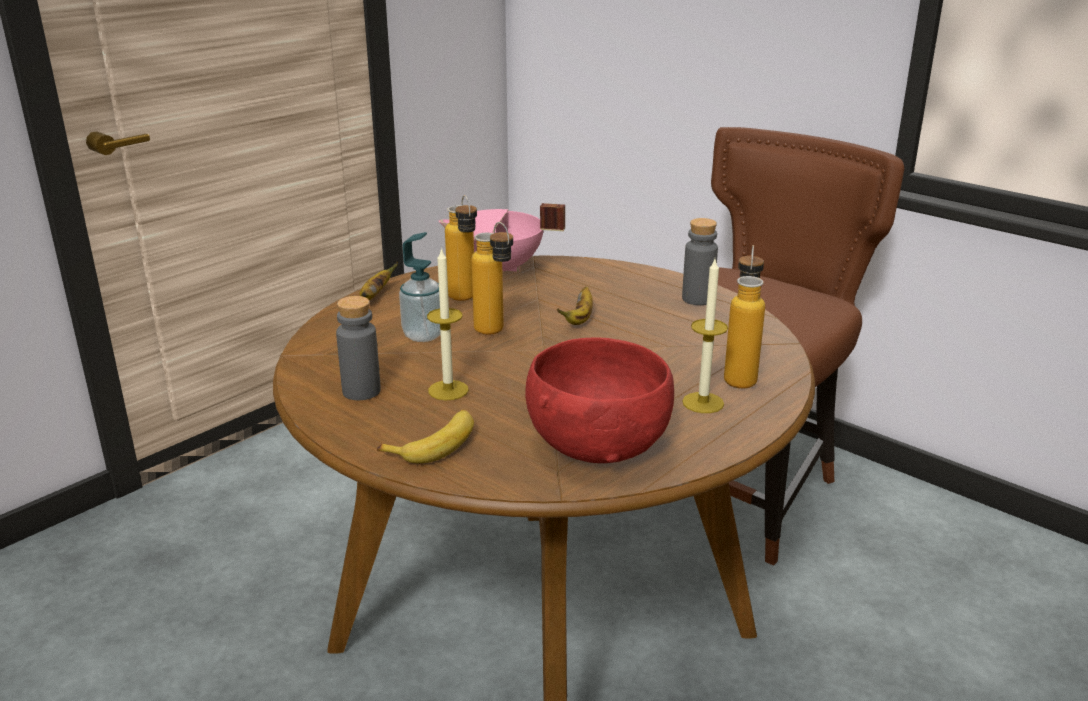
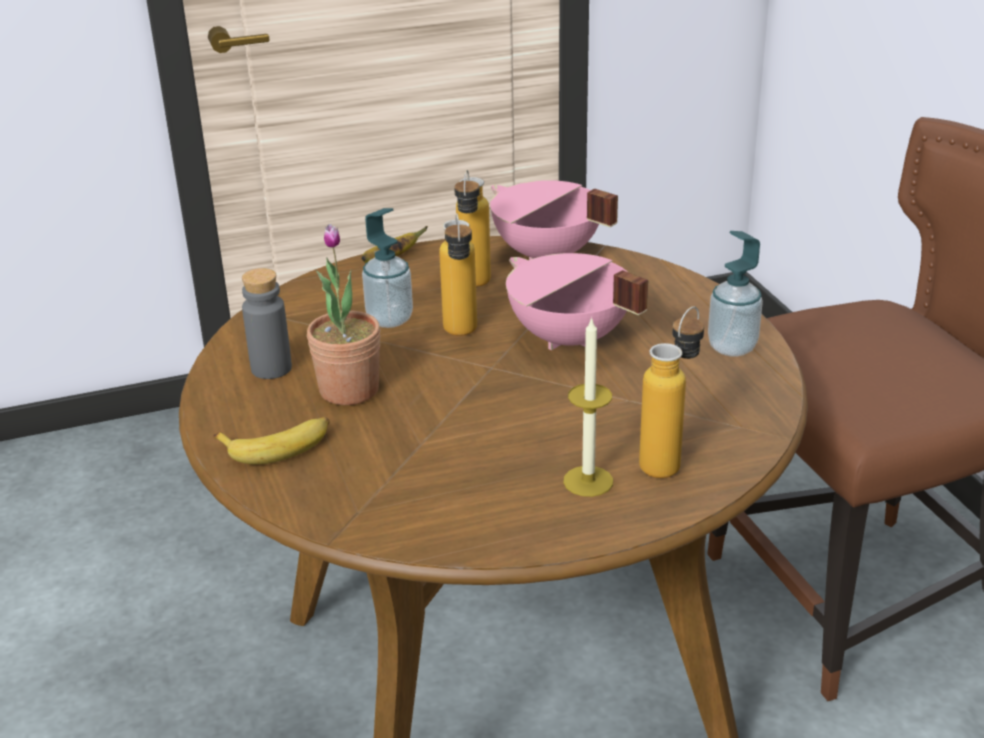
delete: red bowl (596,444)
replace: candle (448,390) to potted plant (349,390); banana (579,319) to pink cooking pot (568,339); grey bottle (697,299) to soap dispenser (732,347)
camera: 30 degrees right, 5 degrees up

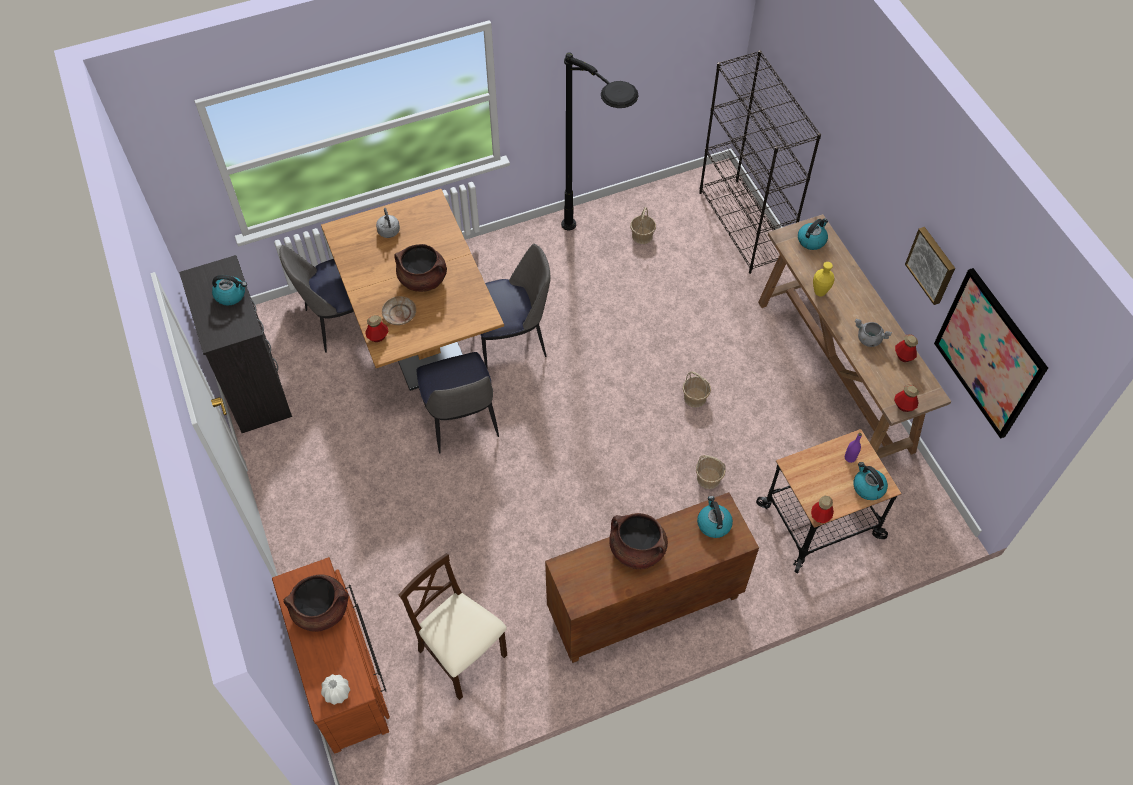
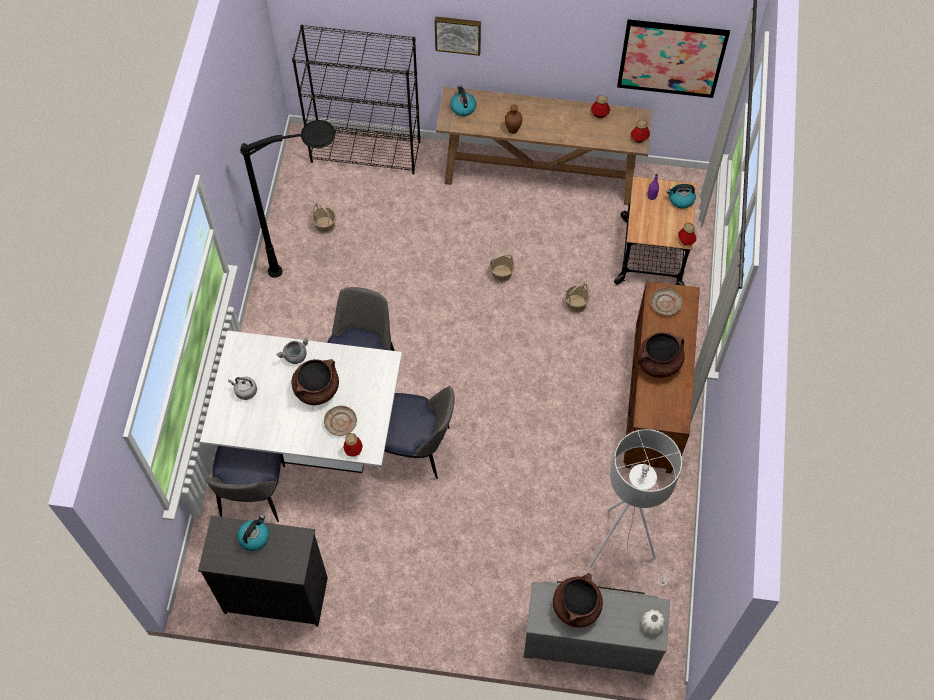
move: grey cooking pot (868,339) to (295,356); picture (932,265) to (458,34)
replace: beige chair (462,655) to white floor lamp (623,546); kettle (713,524) to beige plate (665,304)
recolor: brown dining table (421,337) to white dining table (313,438); yellow vase (819,292) to brown vase (513,130); brown dresser (344,672) to grey dresser (590,638)
camera: 60 degrees left, 5 degrees up

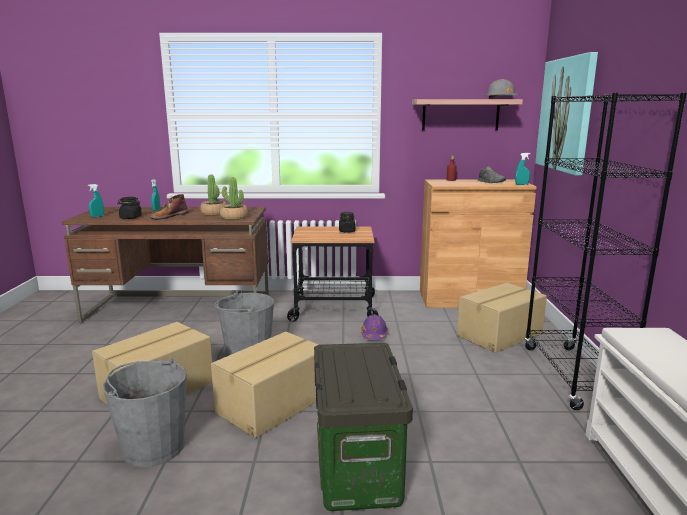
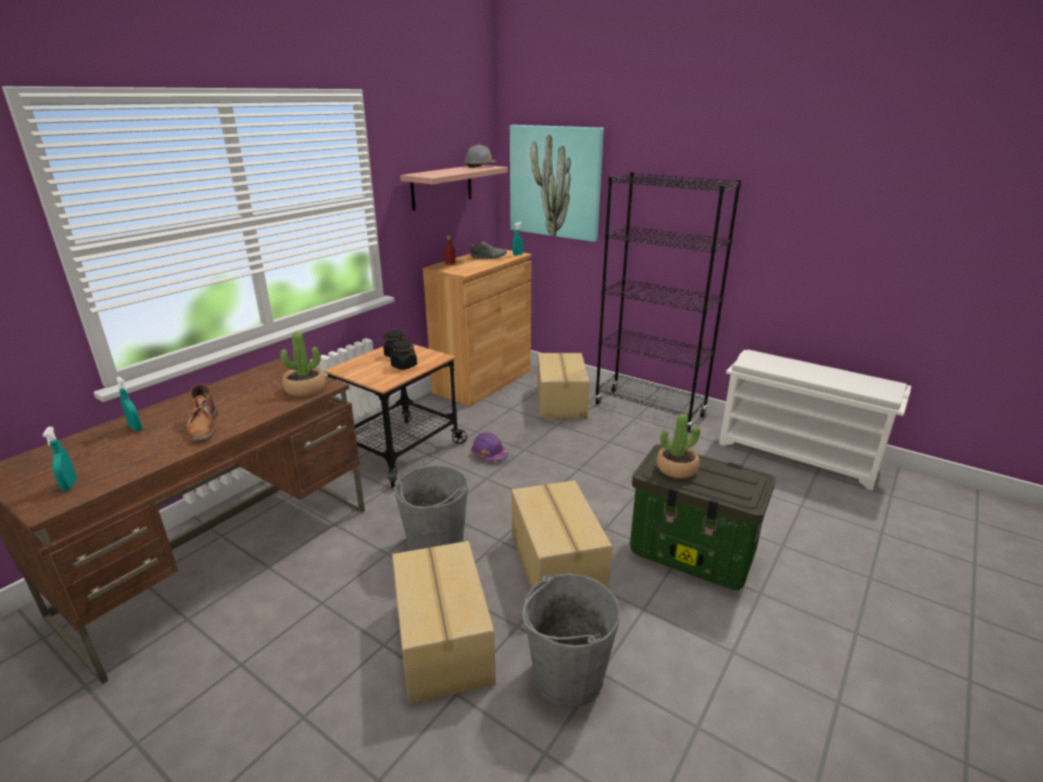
move: black jar (130,217) to (404,366); potted plant (214,213) to (676,468)
camera: 55 degrees left, 10 degrees up

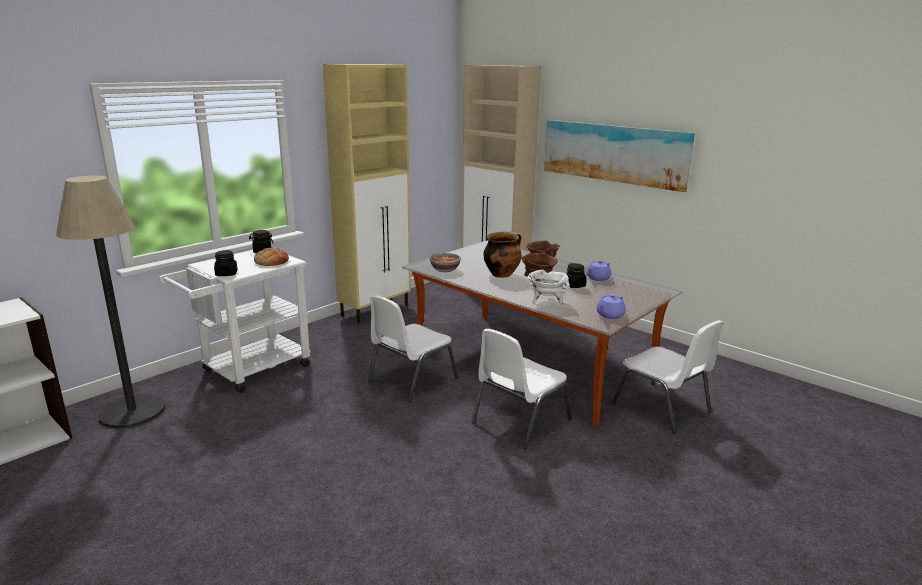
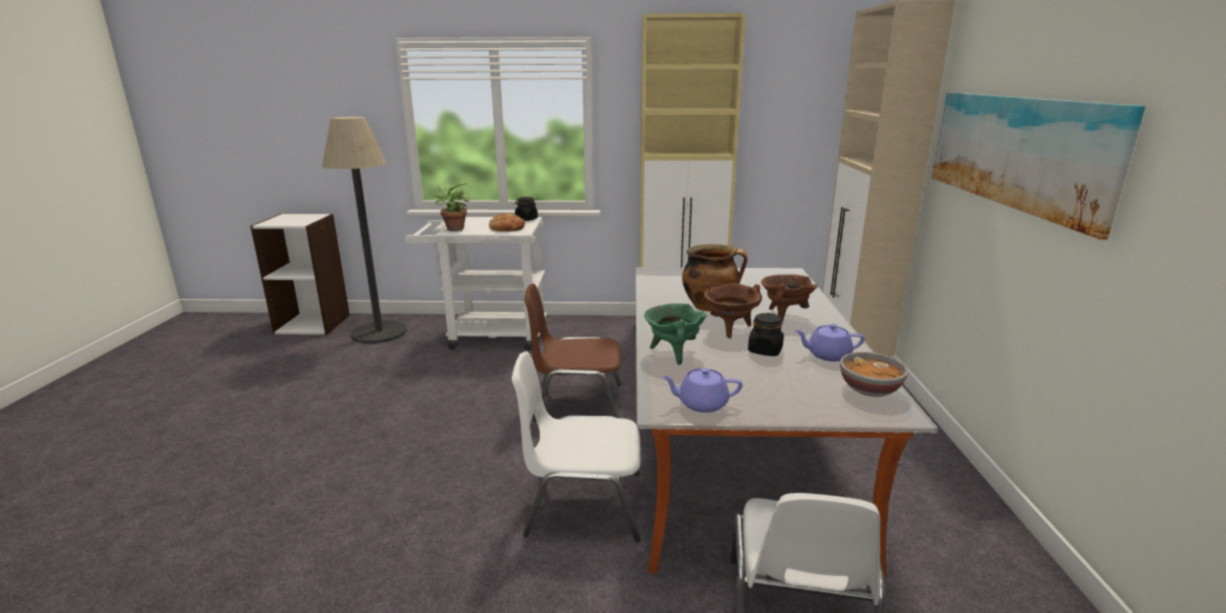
move: bowl (445,270) to (869,389)
replace: black jar (226,274) to potted plant (453,229)
recolor: white chair (411,380) to brown chair (577,403); white cooking pot (546,301) to green cooking pot (673,353)
camera: 50 degrees right, 0 degrees up

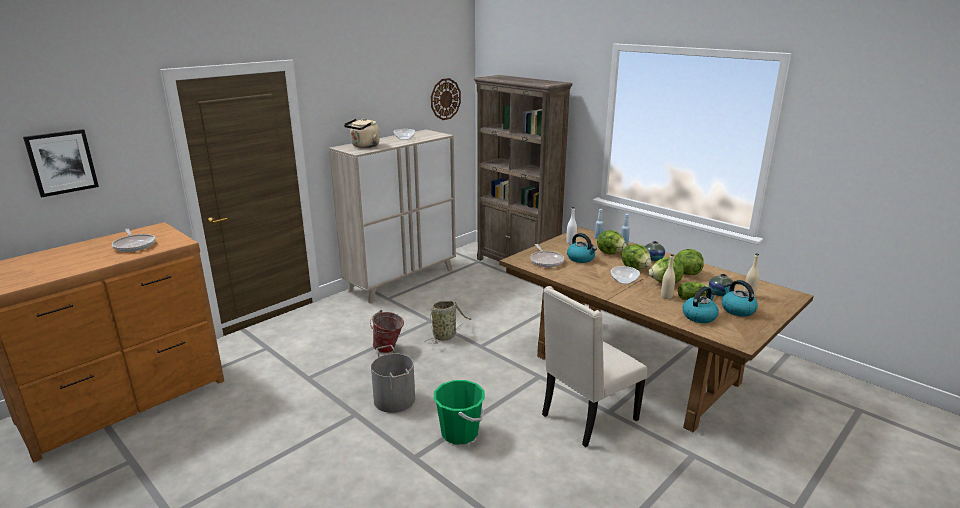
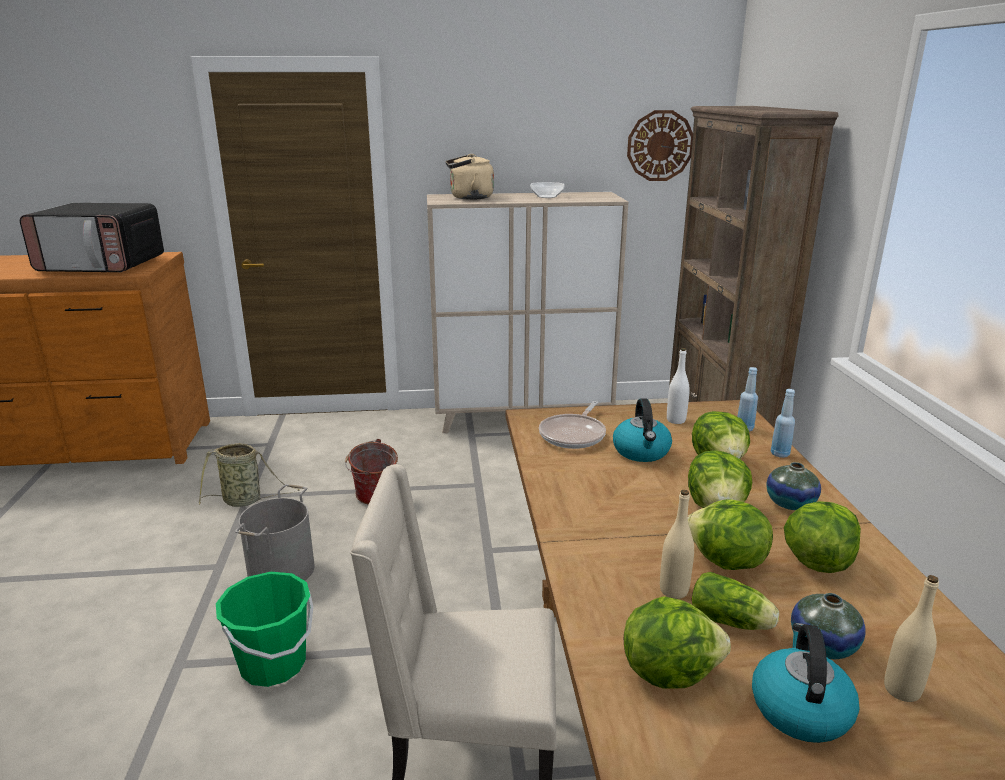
delete: picture (61,162); bowl (624,281)
move: basket (446,336) to (245,500)
replace: frying pan (134,245) to microwave (103,265); kettle (699,316) to lettuce (668,671)
camera: 40 degrees right, 0 degrees up

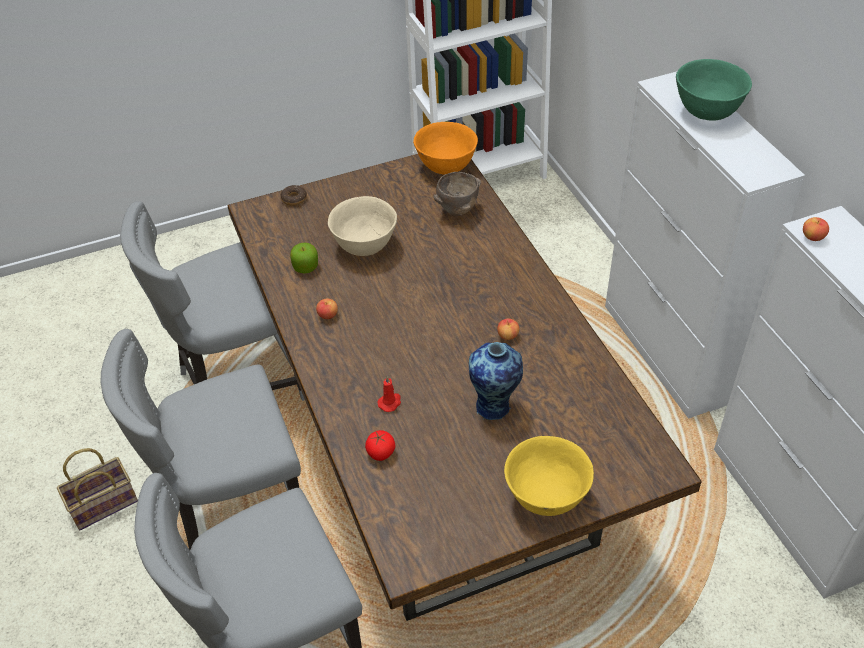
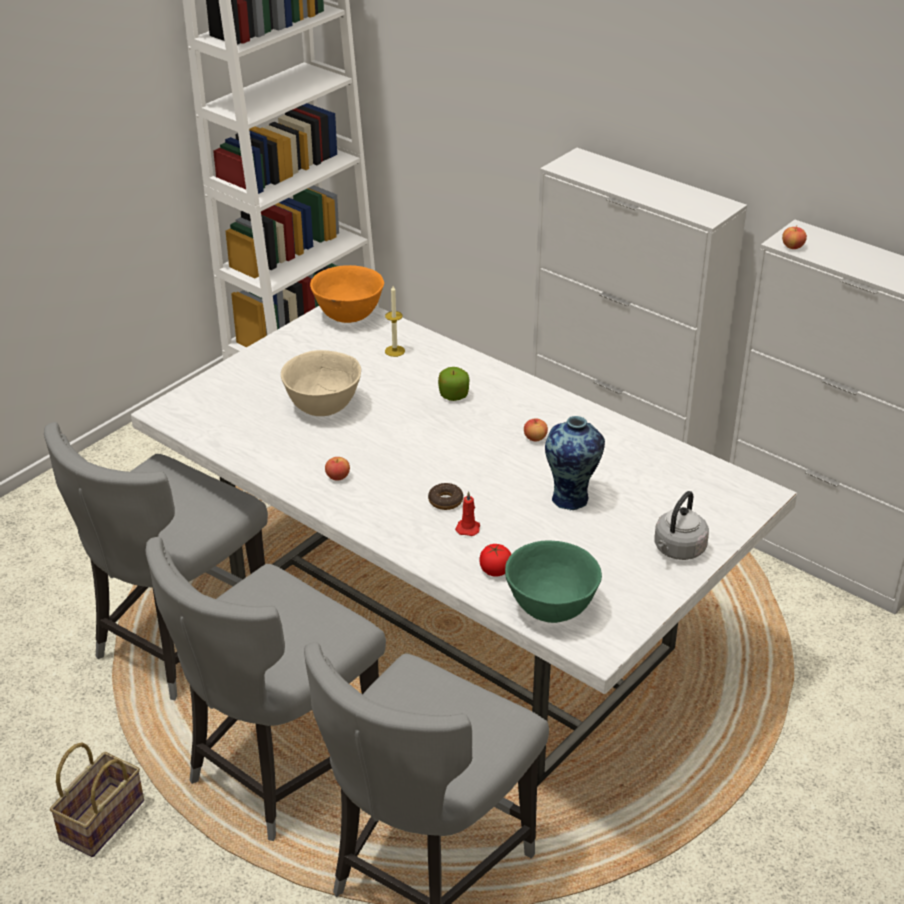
move: donut (294,199) to (445,501); apple (306,267) to (453,395); green bowl (706,112) to (550,608)
replace: brown bowl (457,211) to candle (394,351); yellow bowl (546,497) to grey kettle (678,550)
recolor: brown dining table (437,450) to white dining table (453,626)
camera: 30 degrees left, 10 degrees down

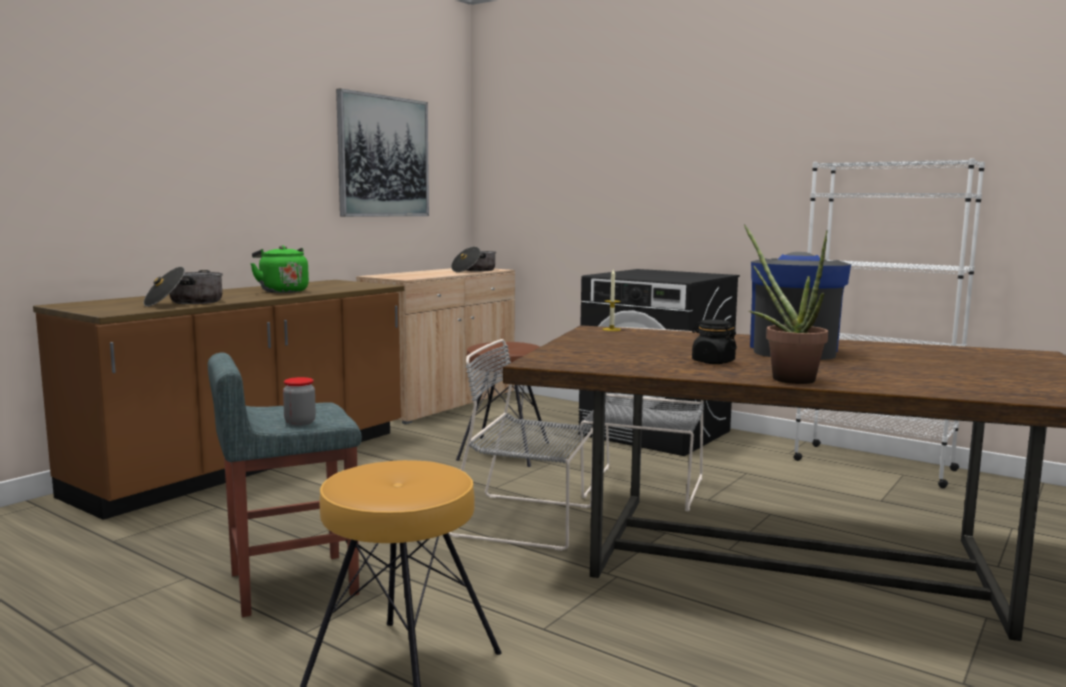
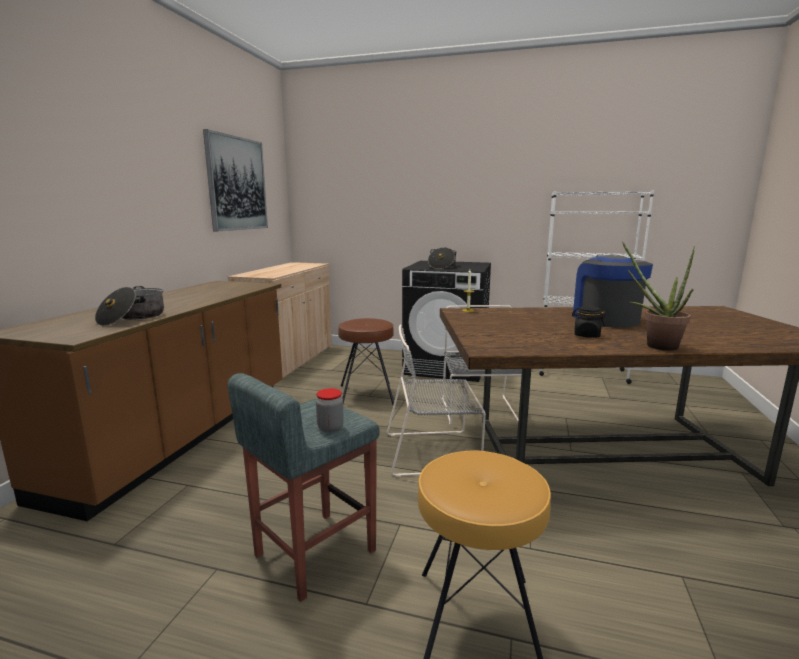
delete: green kettle (282,291)
move: cooking pot (474,270) to (442,266)
camera: 20 degrees left, 5 degrees up

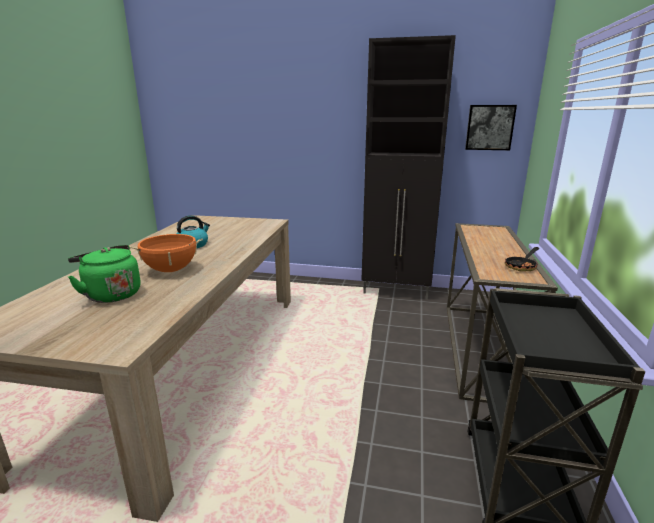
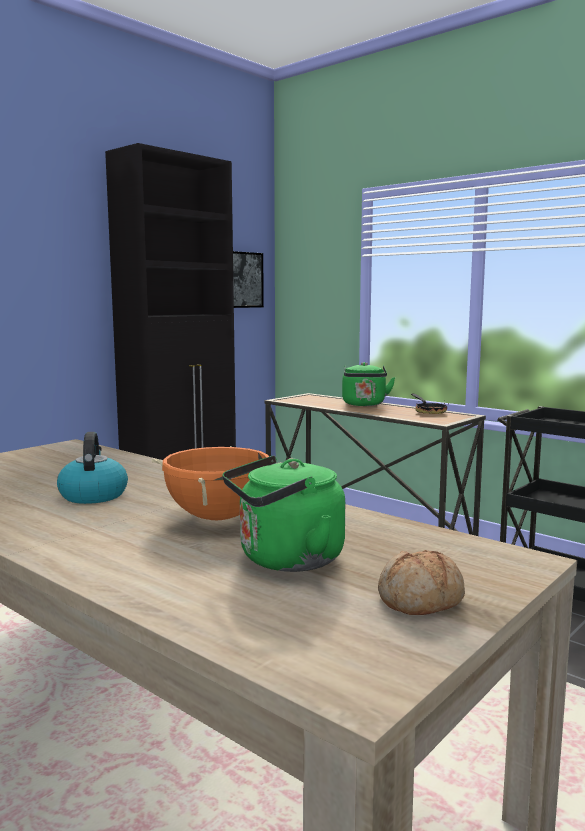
insert: green kettle (364,404); bread (421,601)
camera: 60 degrees left, 10 degrees down

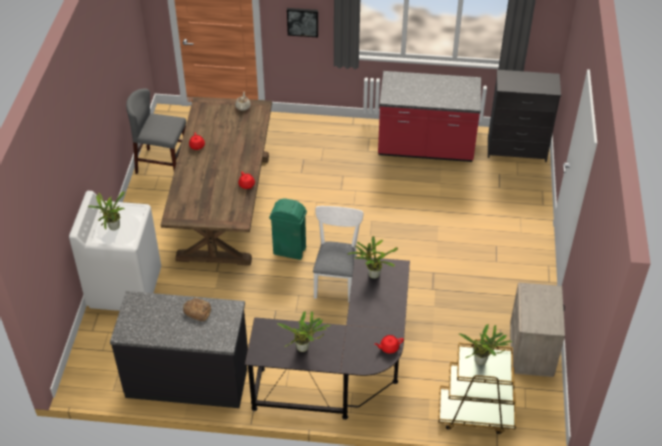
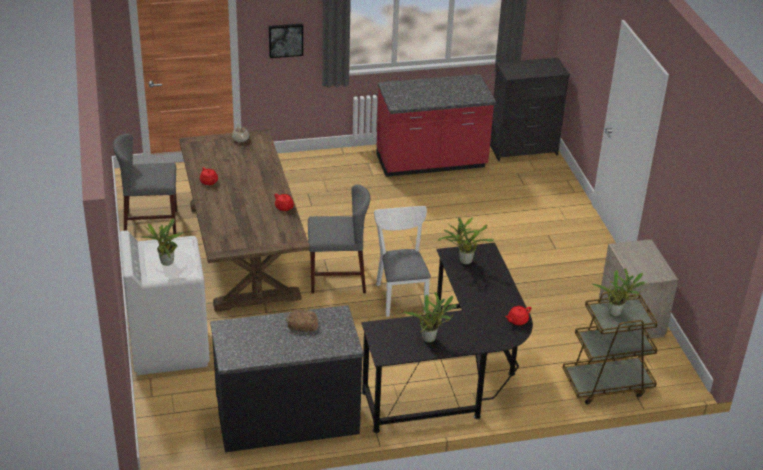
replace: green trash can (290,251) to grey chair (337,279)
camera: 20 degrees left, 10 degrees down

